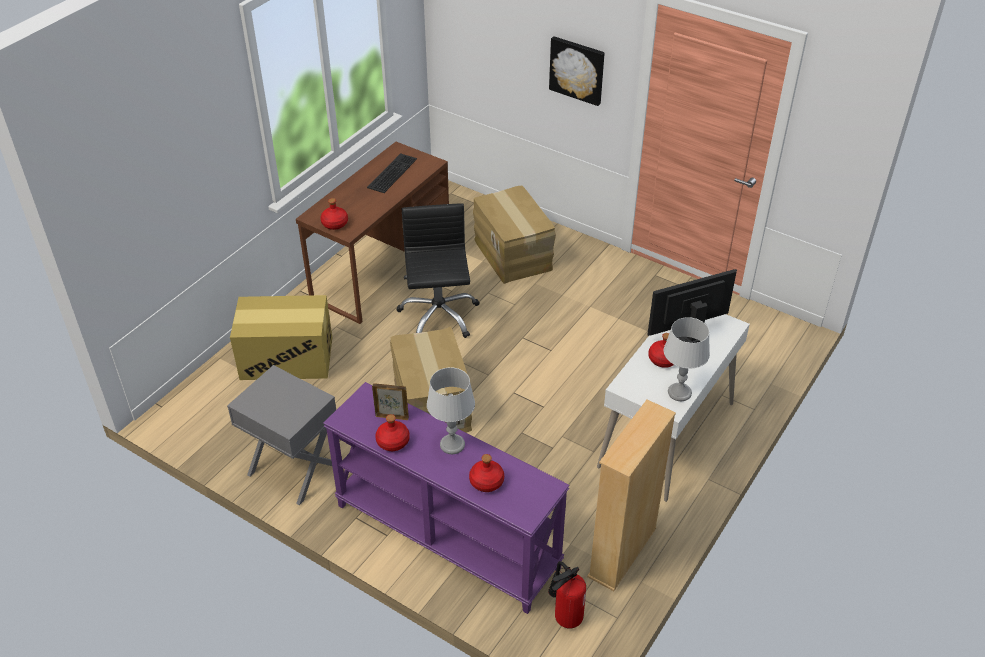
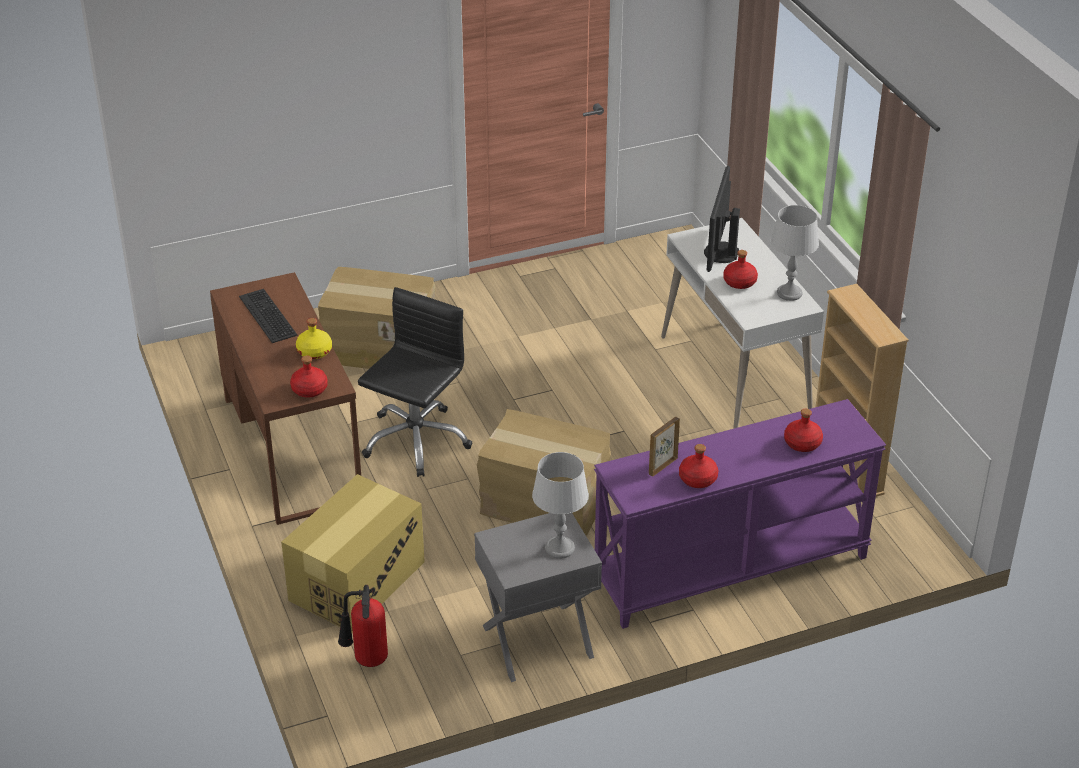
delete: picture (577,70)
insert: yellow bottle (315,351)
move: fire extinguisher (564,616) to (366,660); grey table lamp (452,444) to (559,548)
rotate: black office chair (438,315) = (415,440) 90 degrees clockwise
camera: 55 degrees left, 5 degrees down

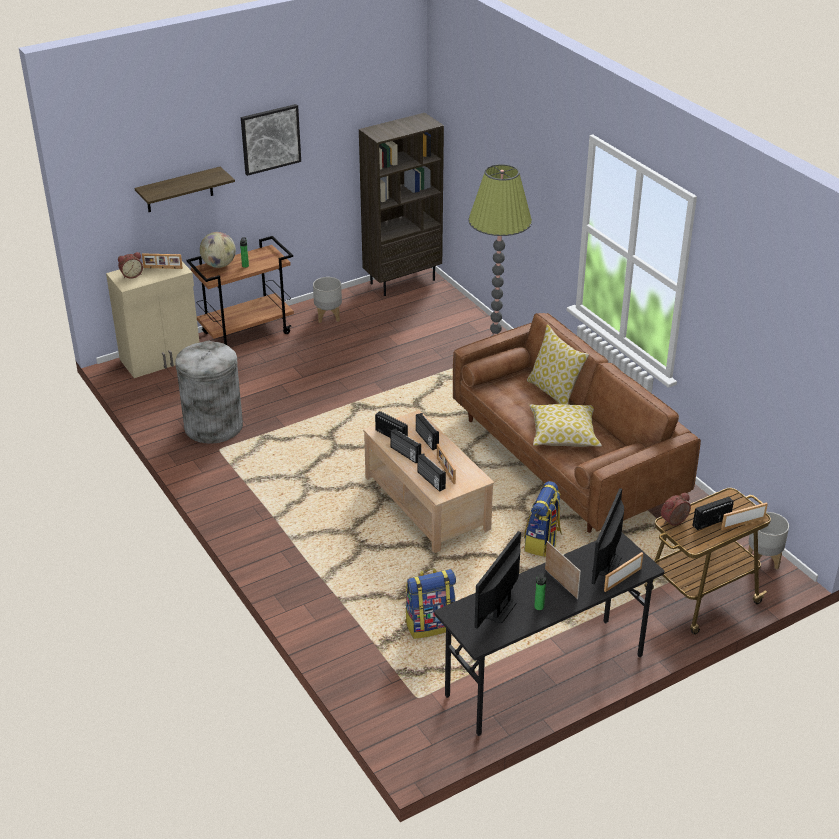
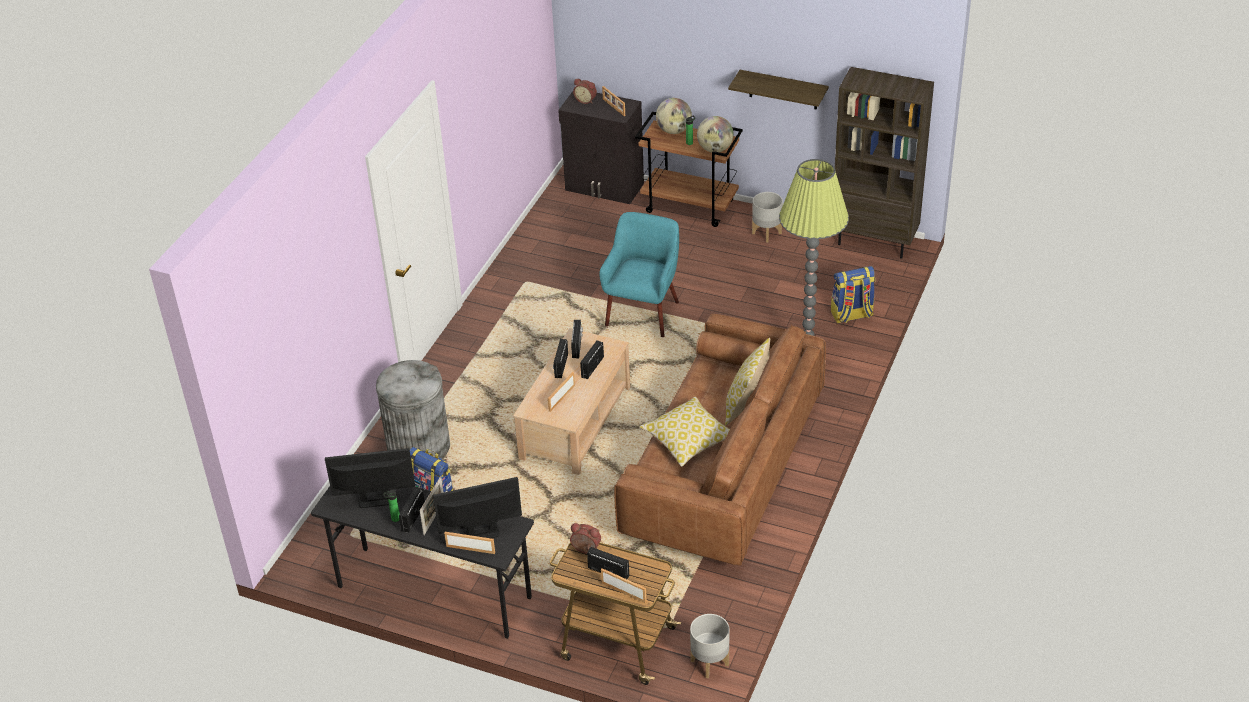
delete: picture (270,139)
insert: turquoise armchair (643,313); globe (715,149)
move: grey trash can (213,425) to (419,446); radio (430,480) to (412,517); shelf (179,190) to (783,90); backpack (542,542) to (851,315)
recolor: beige cabinet (161,358) to black cabinet (604,187)
camera: 55 degrees right, 5 degrees up

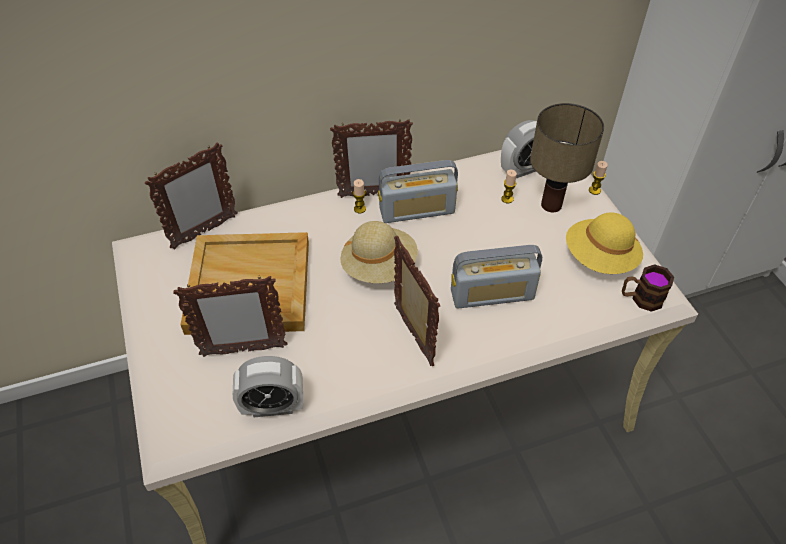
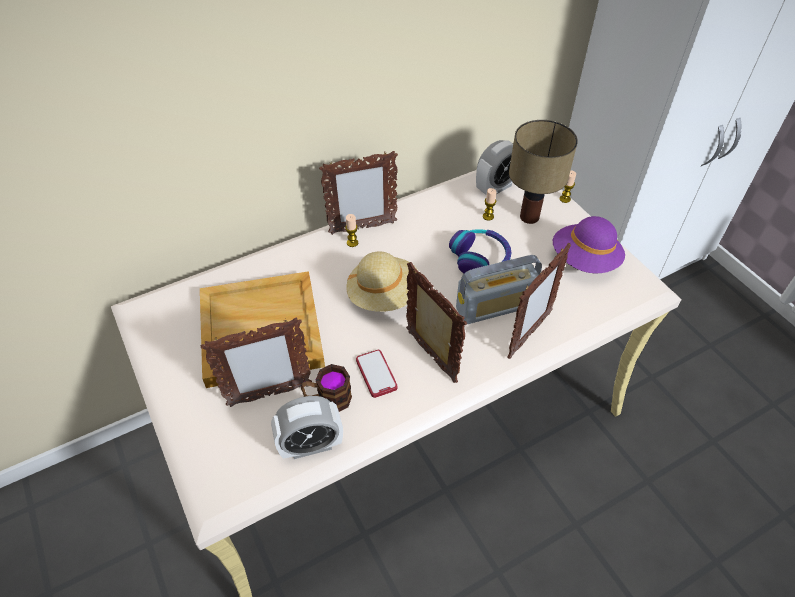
delete: radio (417,210)
insert: phone (376,374); headphones (480,258)
move: mug (641,298) to (328,399); picture frame (204,232) to (528,335)
recolor: yellow hat (600,258) to purple hat (584,260)
camera: 10 degrees left, 0 degrees up

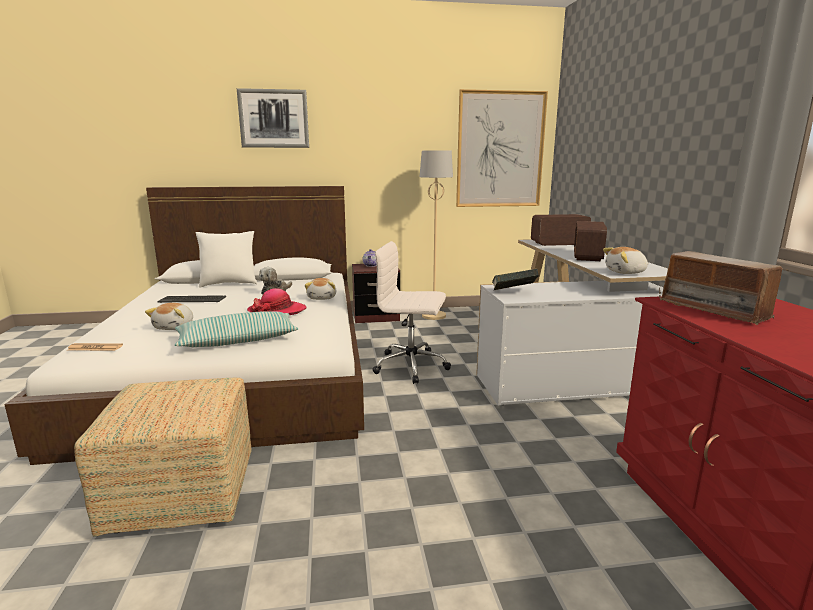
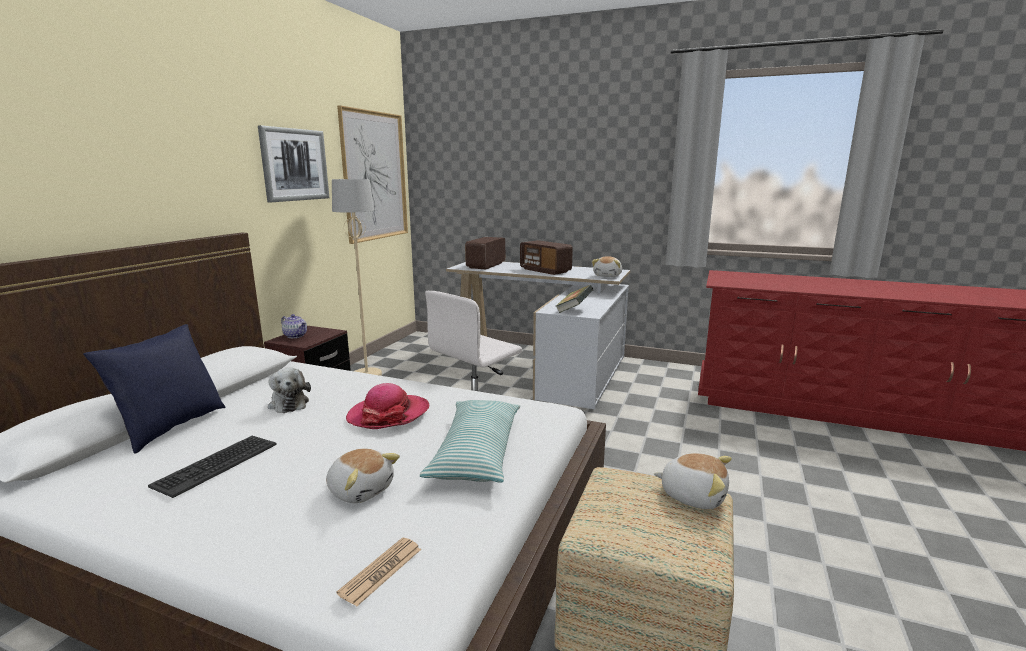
delete: radio (714,310)
move: picture (274,119) to (295,165); plush toy (322,298) to (693,495)
recolor: white pillow (229,284) to blue pillow (170,427)
camera: 60 degrees left, 0 degrees up

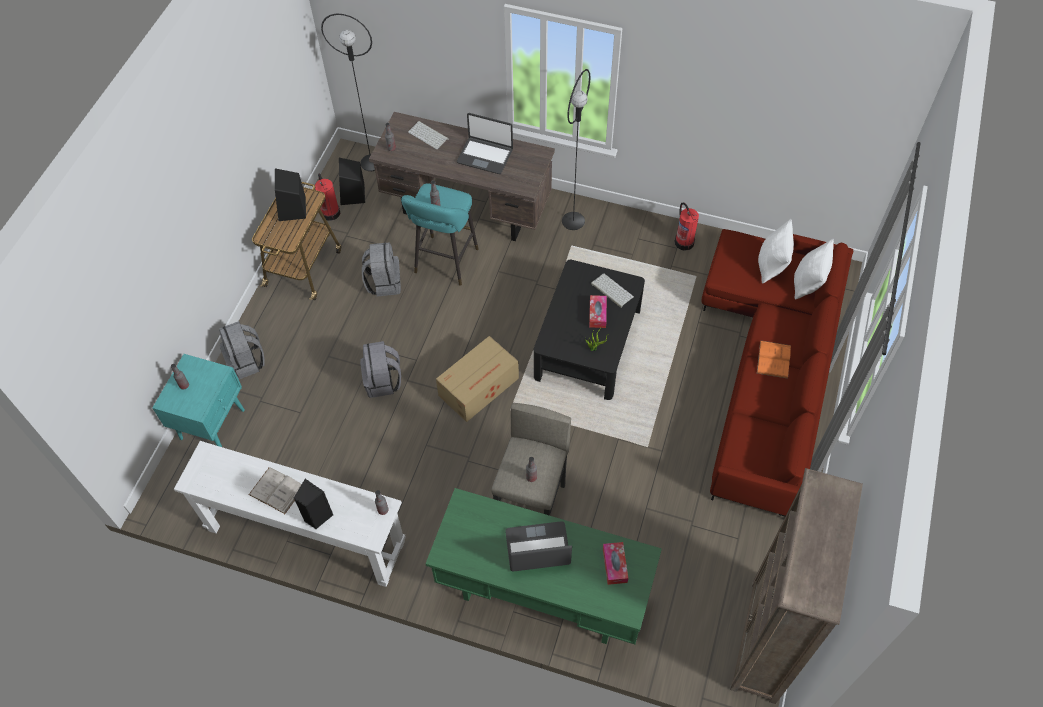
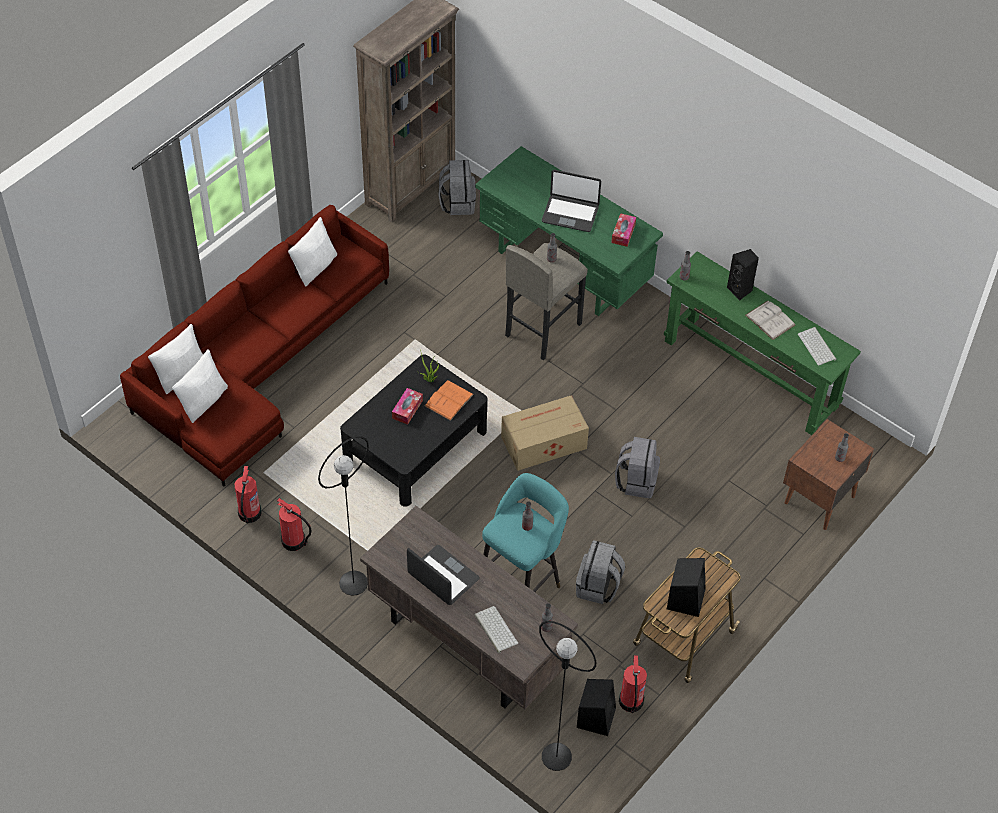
insert: fire extinguisher (294,541); white pillow (315,267)
move: orange book (773,359) to (449,400); grey backpack (246,362) to (457,203); tissue box (614,565) to (623,233); keyboard (611,290) to (817,347)
recolor: white console table (306,536) to green console table (750,374); turquoise nightstand (213,423) to brown nightstand (818,500)
camera: 160 degrees left, 5 degrees down

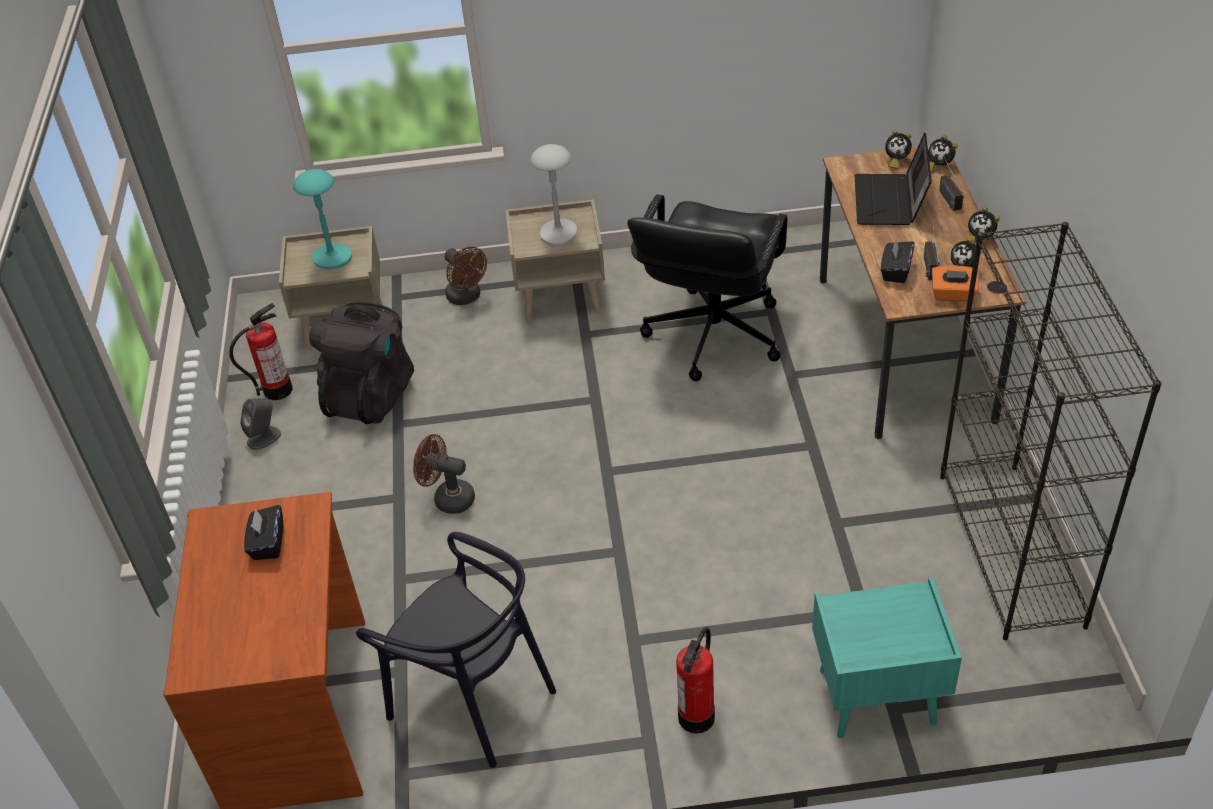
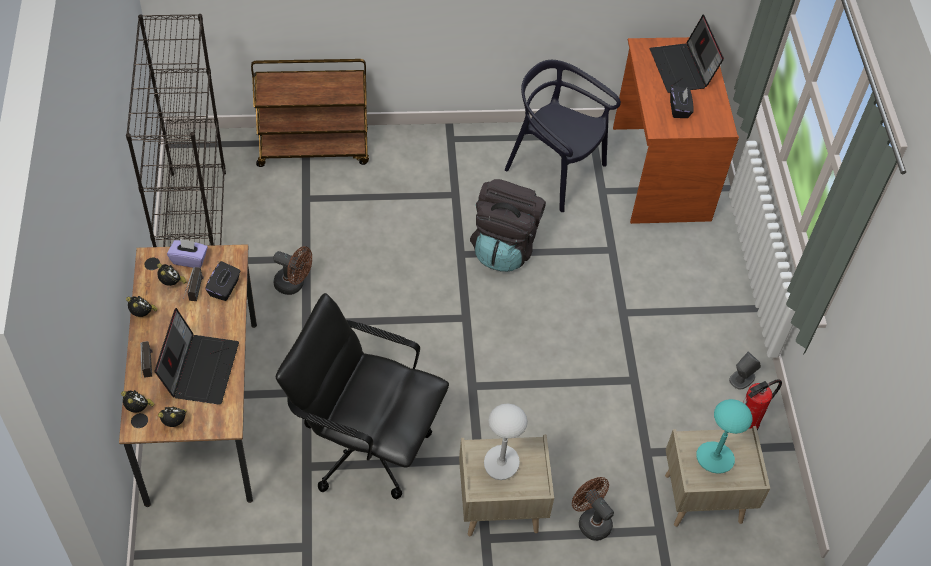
delete: fire extinguisher (697,717)
insert: laptop (683,69)
move: brown fan (448,498) to (294,284); black backpack (371,394) to (504,246)
replace: turquoise nightstand (876,698) to brown cart (314,148)
recolor: orange tissue box (952,295) to purple tissue box (189,259)
rotate: black office chair (712,335) = (364,444) 90 degrees counterclockwise
camera: 175 degrees right, 10 degrees up

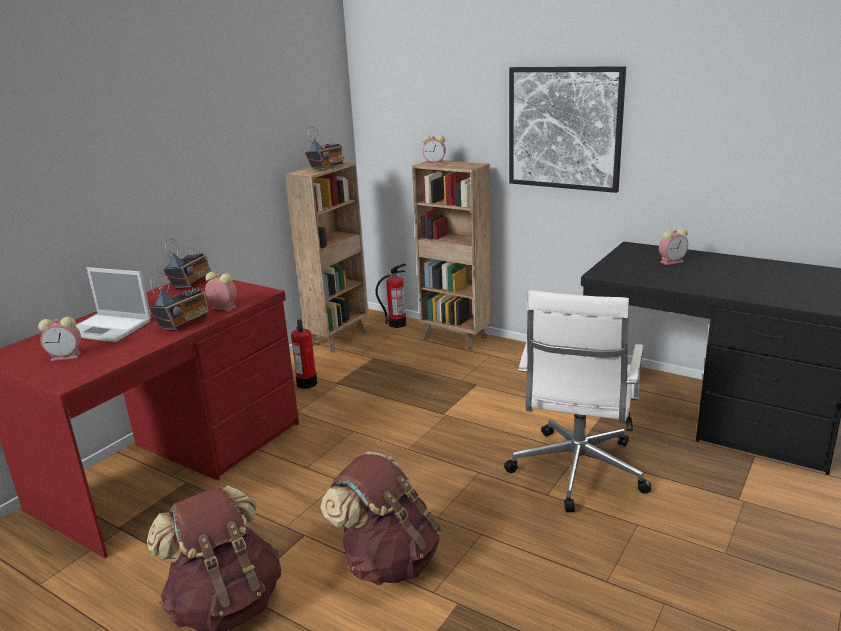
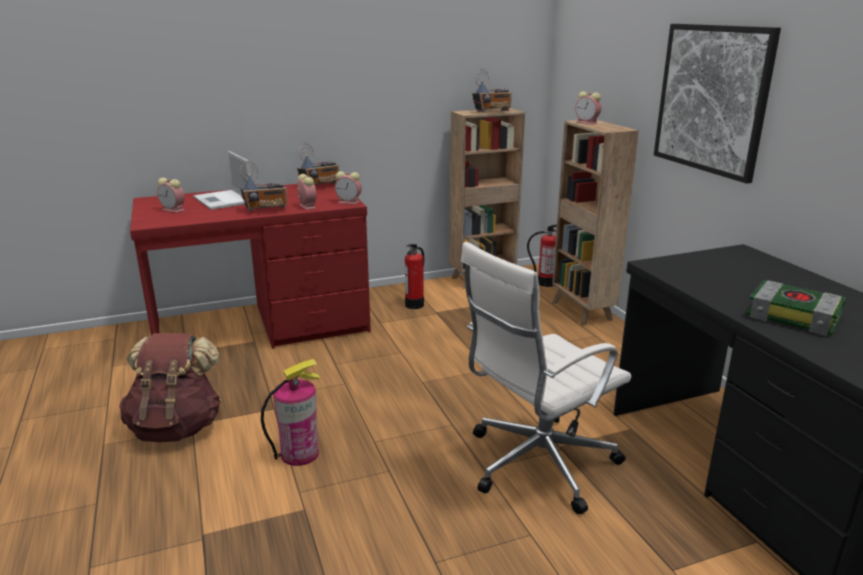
insert: book (795,316)
move: alarm clock (672,261) to (349,202)
replace: brown backpack (387,561) to fire extinguisher (300,453)
camera: 35 degrees right, 0 degrees up

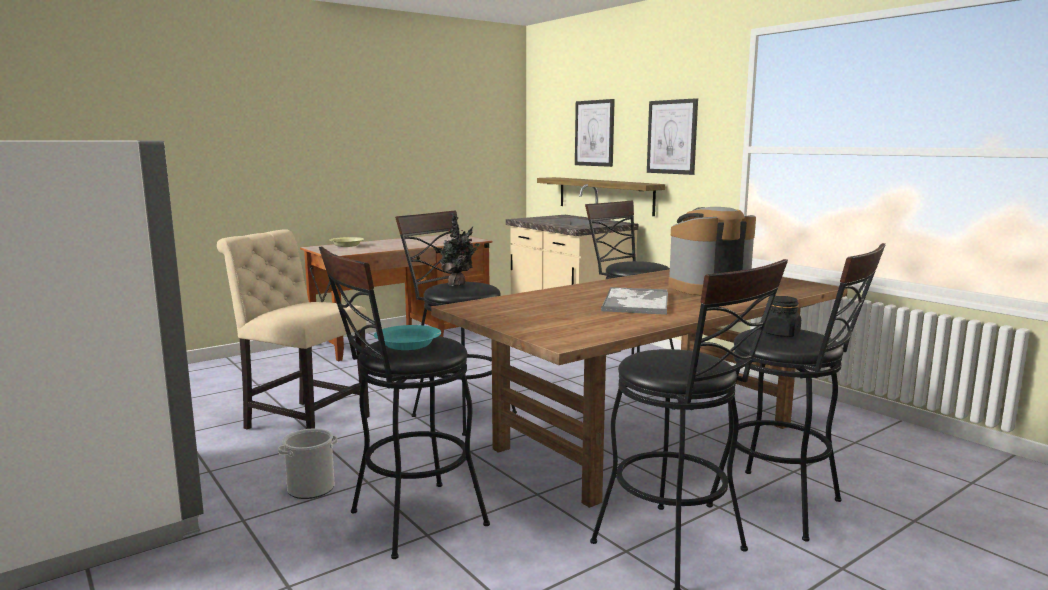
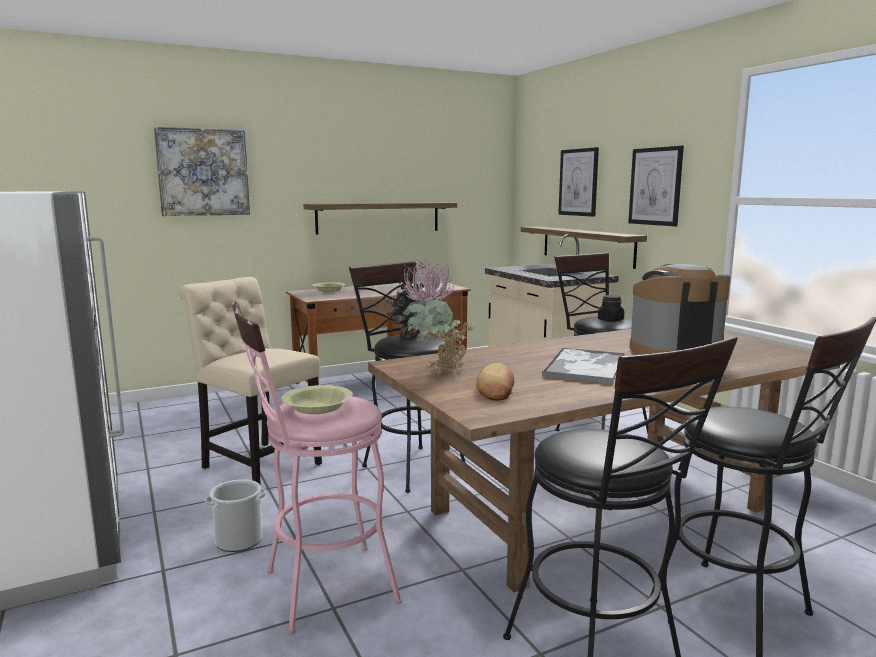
insert: picture (203,172); shelf (378,217); potted plant (436,372); bread (496,388)
move: black jar (781,334) to (610,320)
recolor: black stool (408,522) to pink stool (319,589); turquoise bowl (408,345) to yellow bowl (317,408)
camera: 10 degrees right, 0 degrees up

